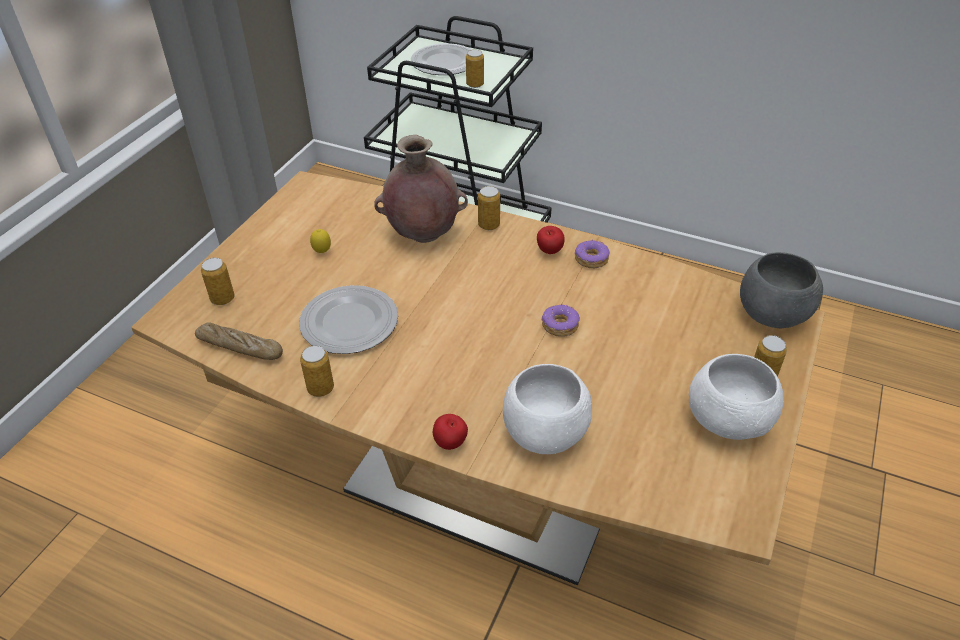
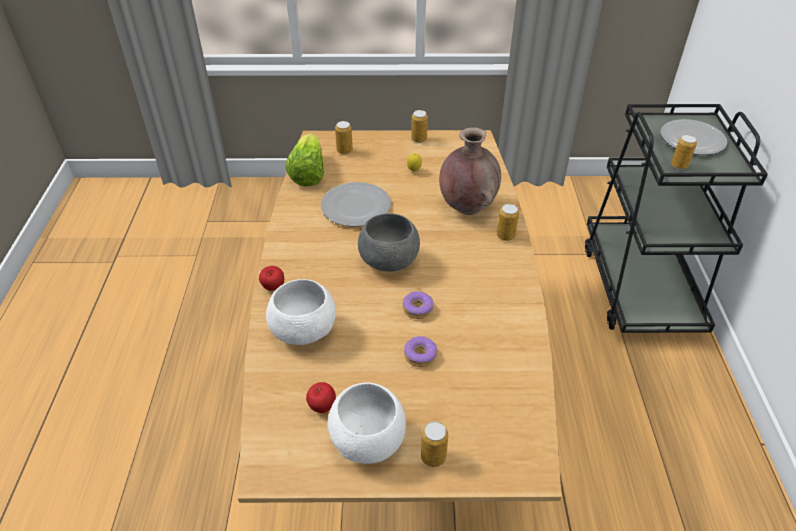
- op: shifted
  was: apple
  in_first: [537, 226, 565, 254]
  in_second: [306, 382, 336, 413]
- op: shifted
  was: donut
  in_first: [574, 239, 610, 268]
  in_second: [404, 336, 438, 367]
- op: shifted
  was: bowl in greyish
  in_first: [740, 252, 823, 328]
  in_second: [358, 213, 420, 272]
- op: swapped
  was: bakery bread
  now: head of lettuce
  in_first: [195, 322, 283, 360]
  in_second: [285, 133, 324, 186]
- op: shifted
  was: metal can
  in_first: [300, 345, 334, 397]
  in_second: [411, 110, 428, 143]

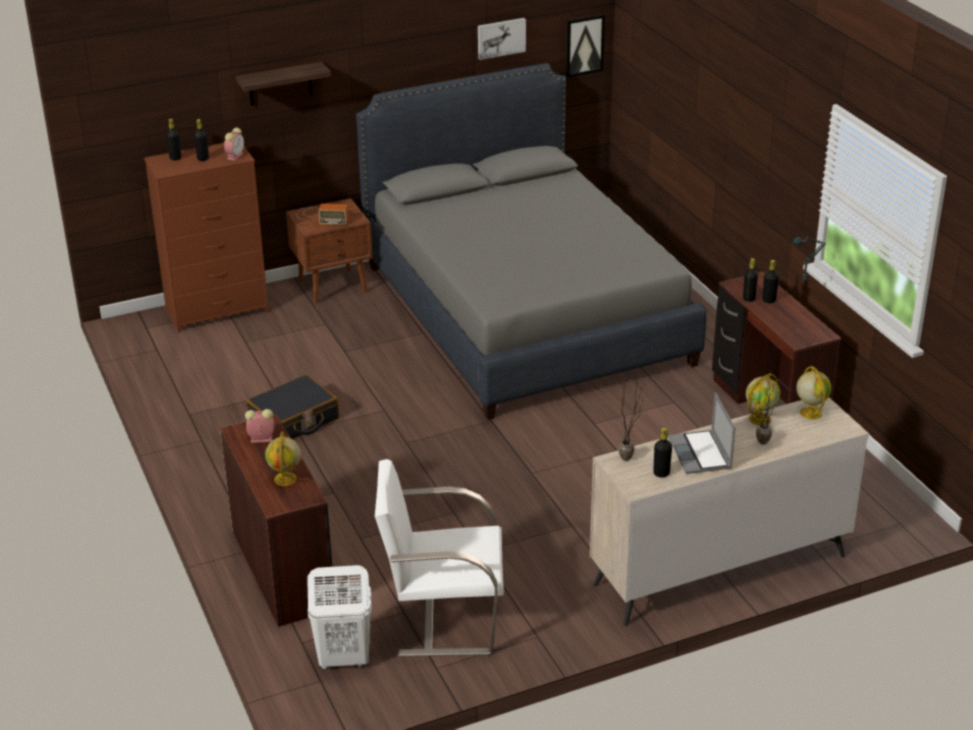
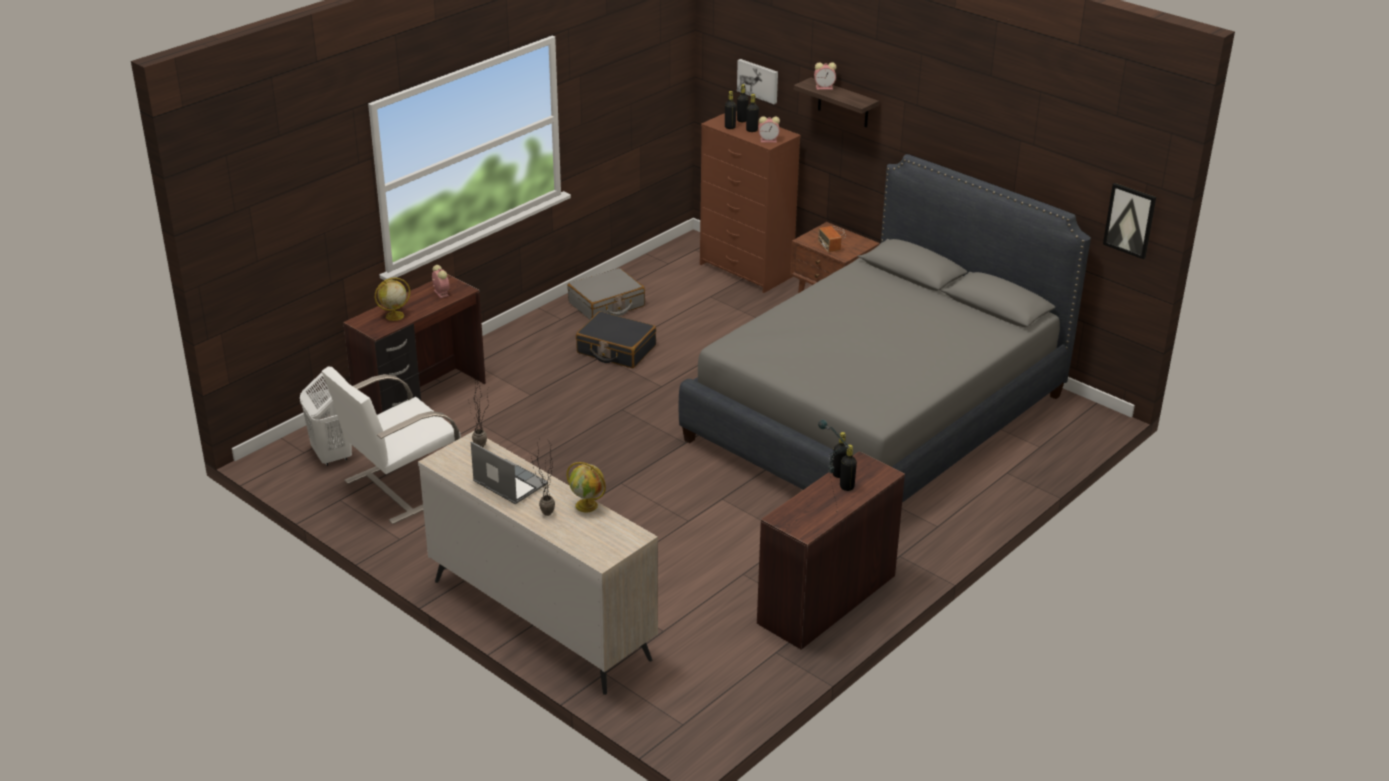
- op: shifted
  was: picture
  in_first: [478, 18, 526, 60]
  in_second: [737, 59, 778, 104]
- op: gone
  was: world globe
  in_first: [796, 366, 831, 419]
- op: rotated
  was: laptop
  in_first: [668, 392, 735, 474]
  in_second: [471, 441, 547, 504]
  clockwise: 75
- op: shifted
  was: drink bottle in black-coloured
  in_first: [653, 428, 672, 477]
  in_second: [725, 91, 737, 129]
- op: rotated
  was: easy chair in white
  in_first: [375, 459, 504, 657]
  in_second: [322, 367, 461, 524]
  clockwise: -105
- op: new
  now: table clock
  in_second: [814, 63, 836, 90]
- op: new
  now: travel case in greyish
  in_second: [567, 268, 645, 320]

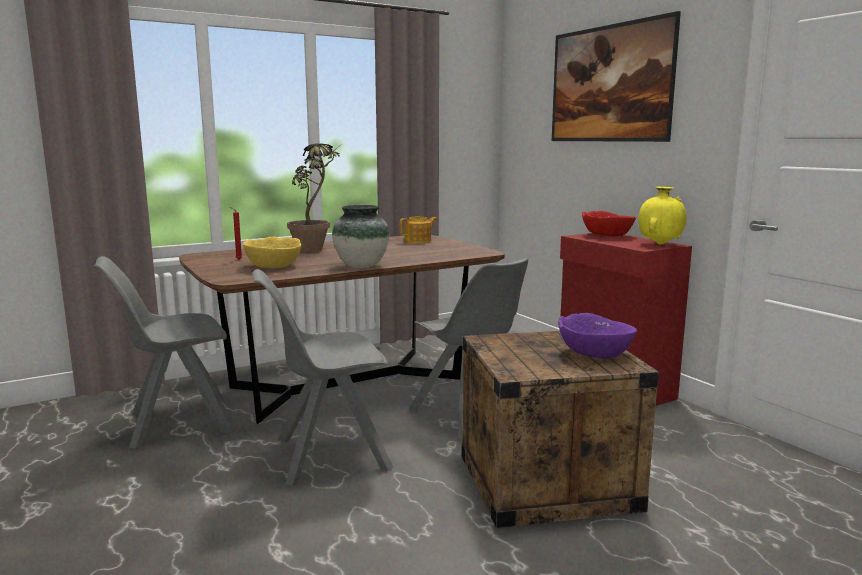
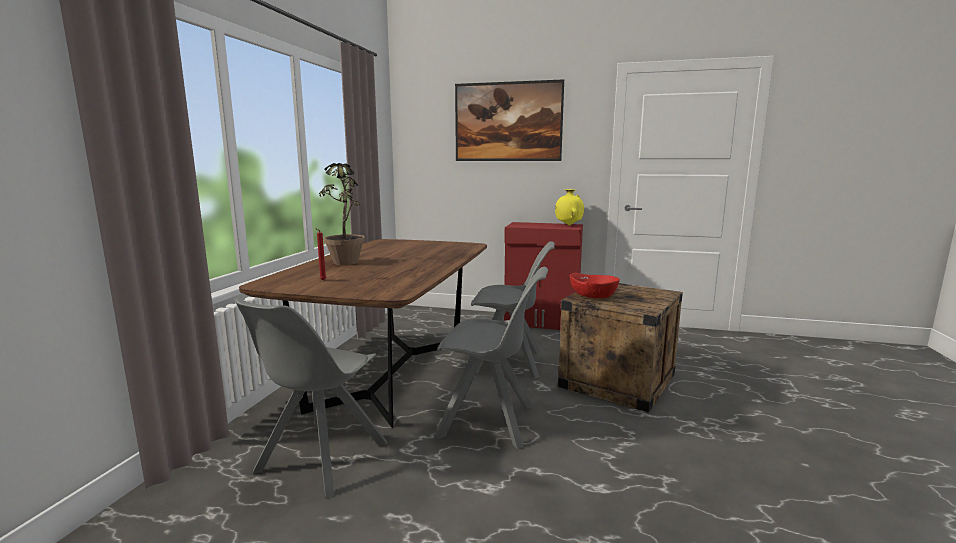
- op: gone
  was: vase
  in_first: [332, 205, 390, 268]
- op: shifted
  was: bowl in red-coloured
  in_first: [582, 211, 636, 237]
  in_second: [570, 273, 620, 298]
- op: gone
  was: tea pot
  in_first: [399, 217, 437, 243]
- op: gone
  was: bowl in yellow-coloured
  in_first: [243, 237, 301, 268]
- op: rotated
  was: plain chair in greyish
  in_first: [252, 269, 394, 486]
  in_second: [435, 267, 548, 449]
  clockwise: -105
- op: gone
  was: bowl in purple
  in_first: [558, 313, 637, 358]

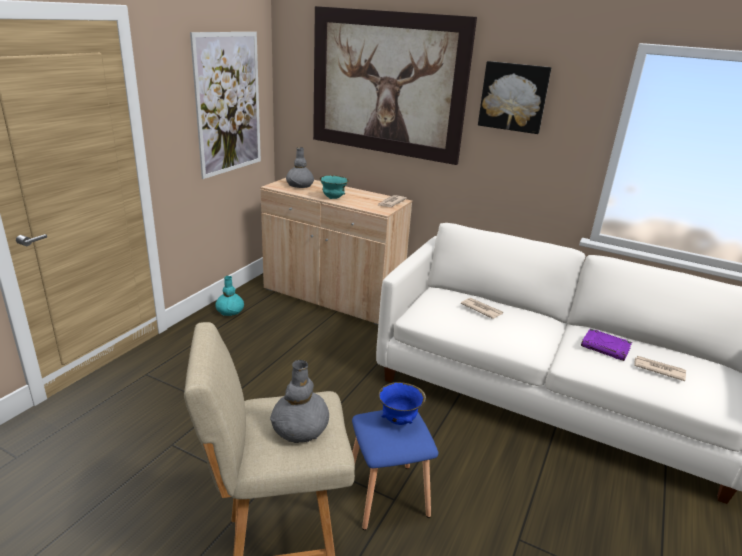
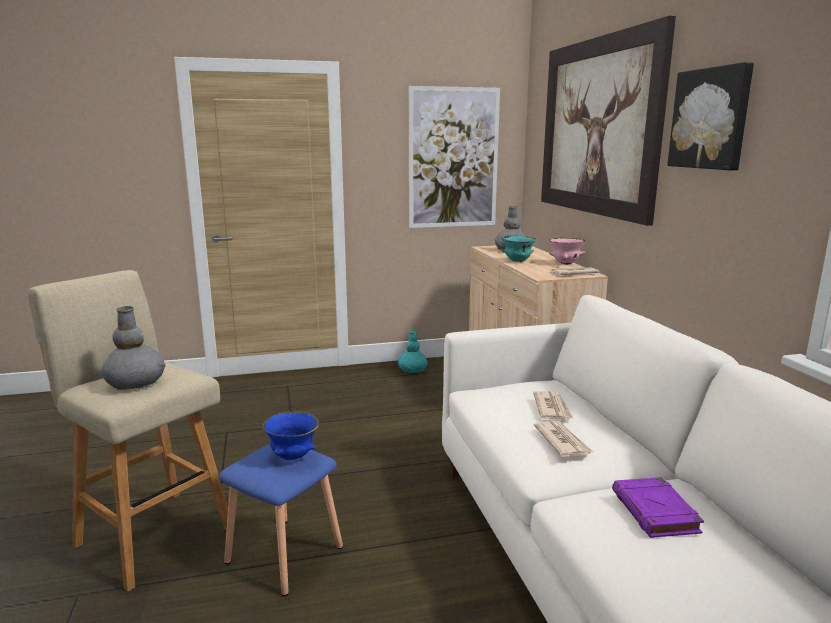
- op: shifted
  was: daily paper
  in_first: [634, 356, 686, 381]
  in_second: [534, 421, 593, 457]
- op: new
  now: bowl in pinkish
  in_second: [549, 237, 585, 264]

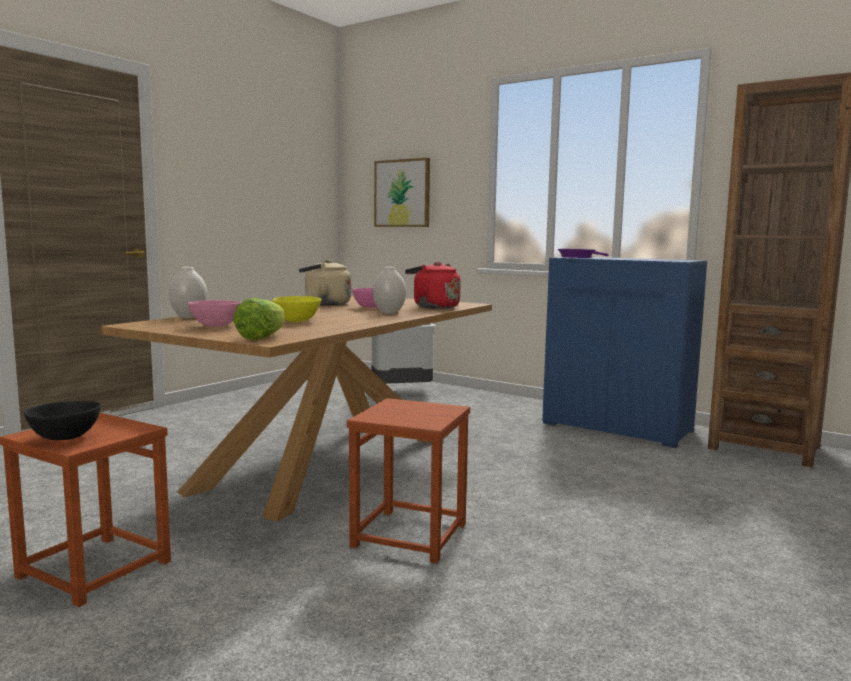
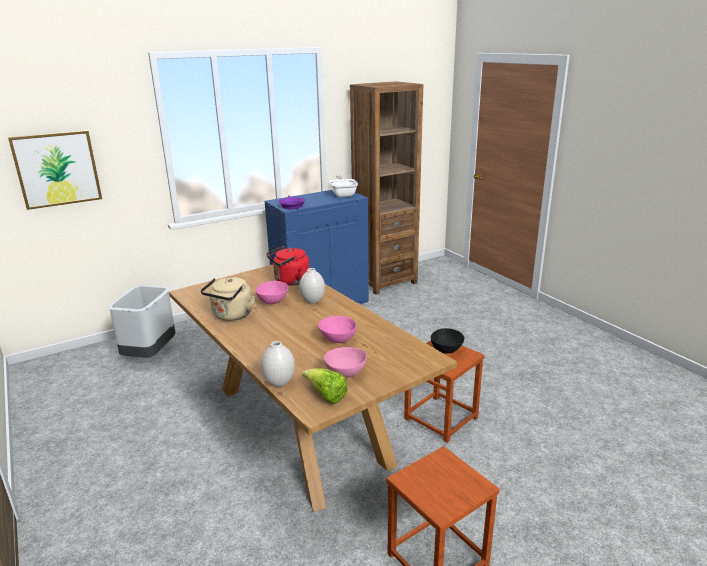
- op: repainted
  was: bowl in yellow-coloured
  now: bowl in pinkish
  in_first: [272, 296, 321, 322]
  in_second: [318, 316, 357, 343]
- op: shifted
  was: head of lettuce
  in_first: [233, 298, 284, 340]
  in_second: [302, 368, 347, 404]
- op: shifted
  was: bowl in black-coloured
  in_first: [24, 401, 101, 440]
  in_second: [431, 328, 464, 354]
- op: new
  now: skillet
  in_second: [329, 175, 358, 197]

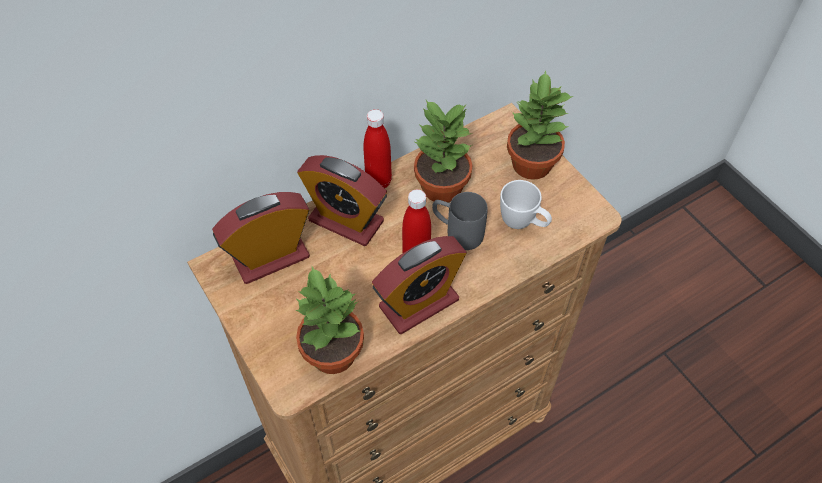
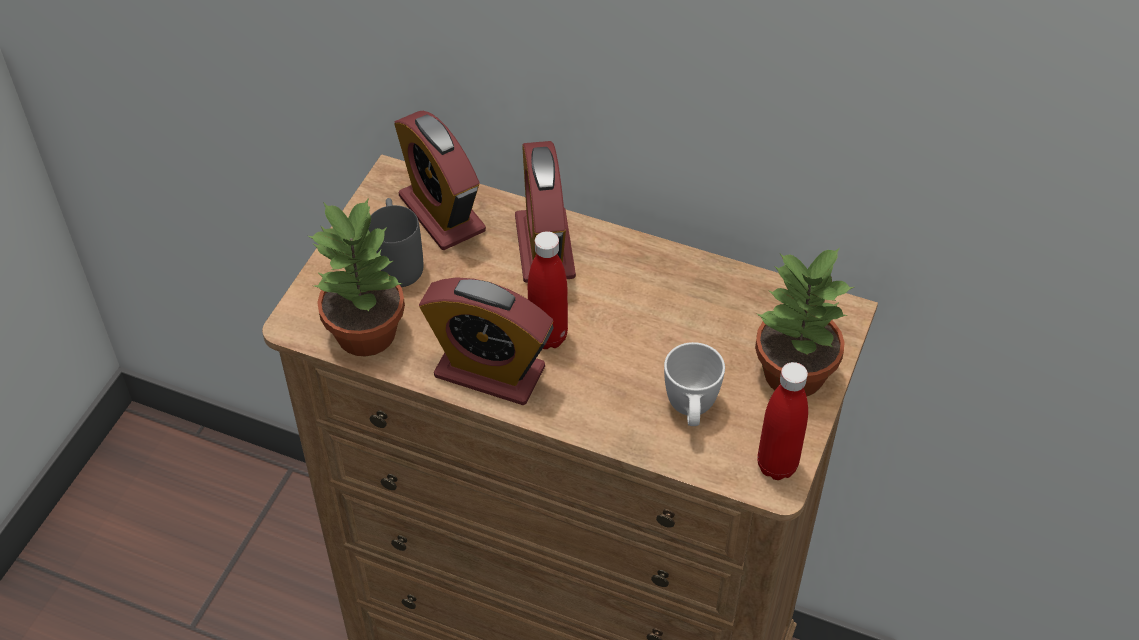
- op: gone
  was: potted plant
  in_first: [414, 100, 473, 203]
- op: shifted
  was: drink bottle in red-coloured
  in_first: [363, 109, 392, 188]
  in_second: [757, 362, 808, 480]
- op: rotated
  was: table clock
  in_first: [212, 192, 310, 284]
  in_second: [394, 111, 486, 250]
  clockwise: -150
- op: shifted
  was: mug in greyish
  in_first: [432, 192, 488, 250]
  in_second: [368, 198, 424, 287]

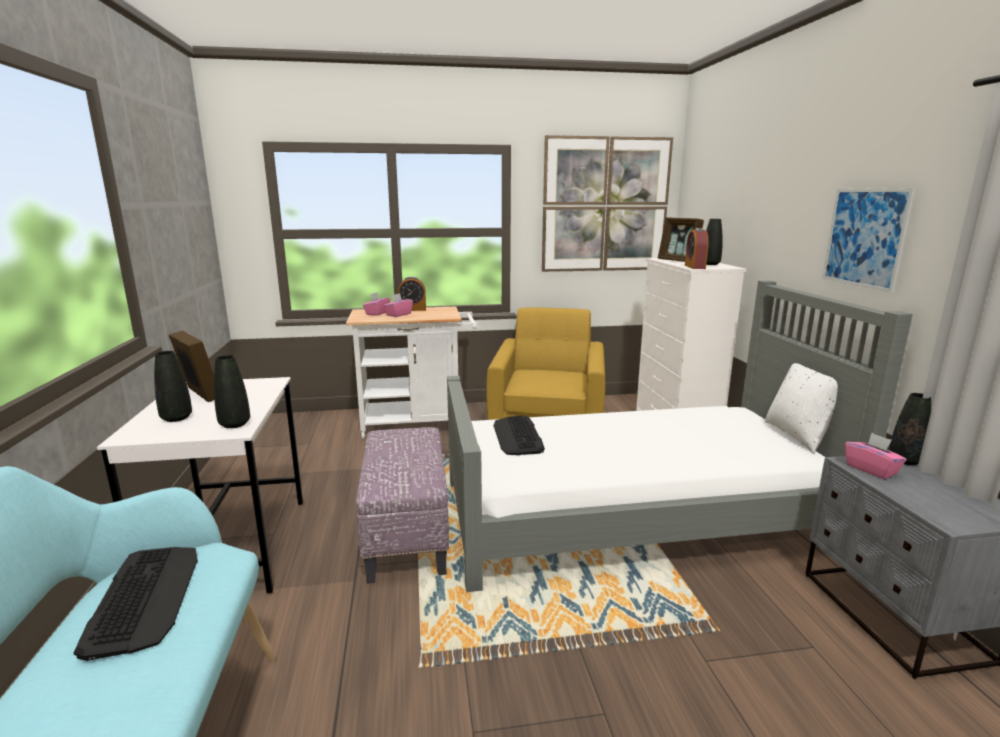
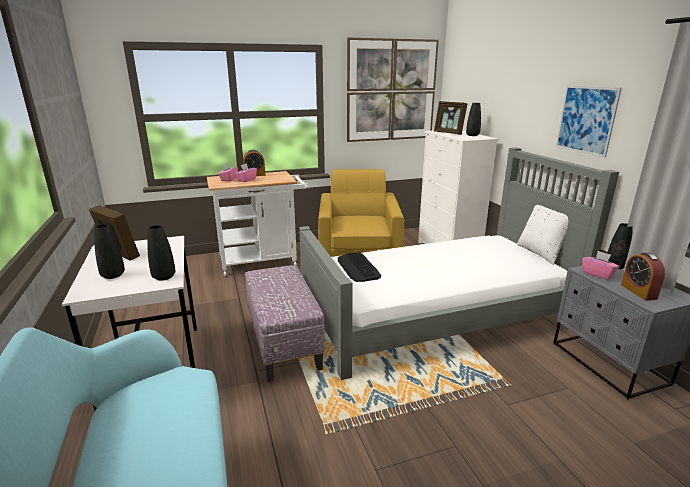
- op: shifted
  was: table clock
  in_first: [685, 228, 709, 269]
  in_second: [621, 253, 665, 300]
- op: gone
  was: PC keyboard
  in_first: [74, 547, 198, 661]

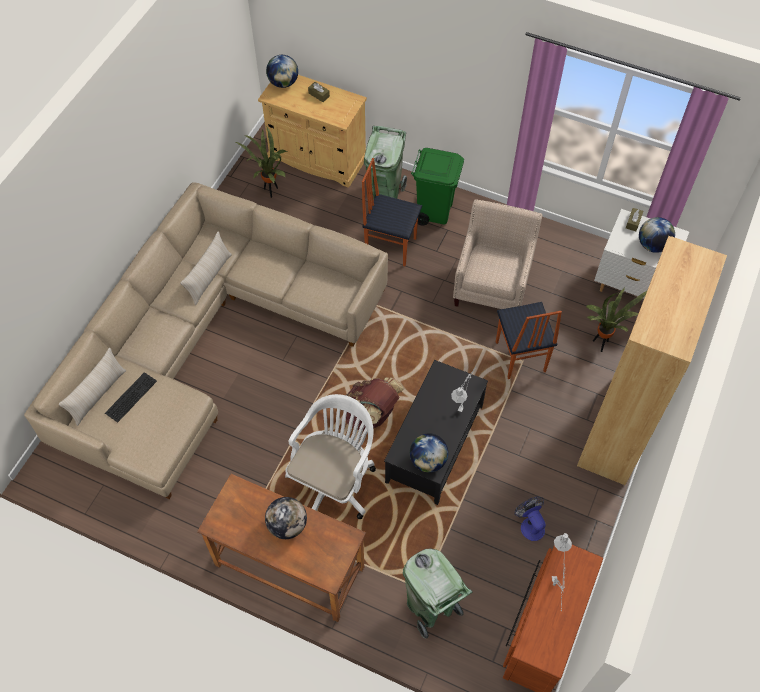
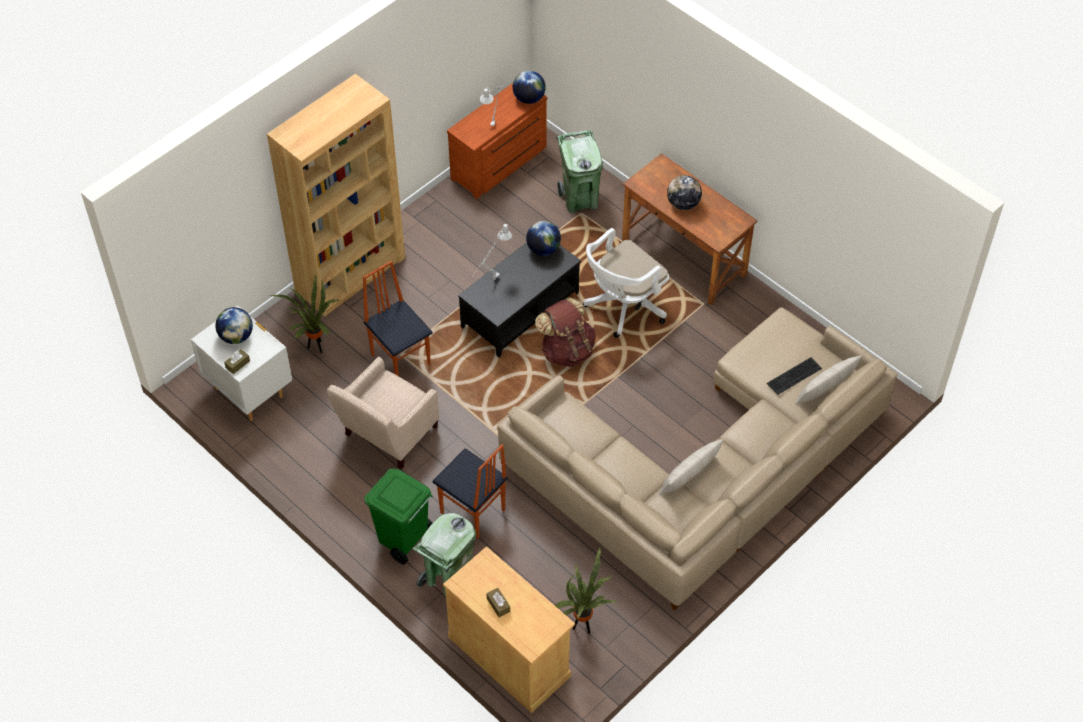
- op: shifted
  was: world globe
  in_first: [266, 55, 298, 88]
  in_second: [513, 70, 546, 104]
- op: rotated
  was: plain chair
  in_first: [496, 302, 562, 379]
  in_second: [363, 261, 433, 376]
  clockwise: -45
- op: gone
  was: cooling fan
  in_first: [514, 496, 546, 541]

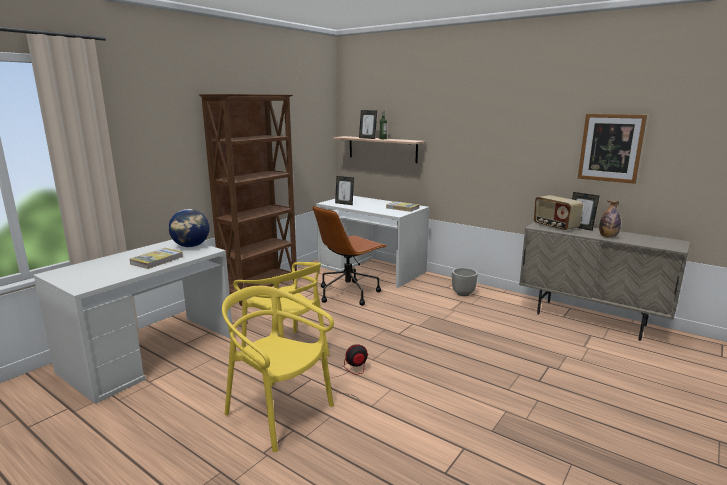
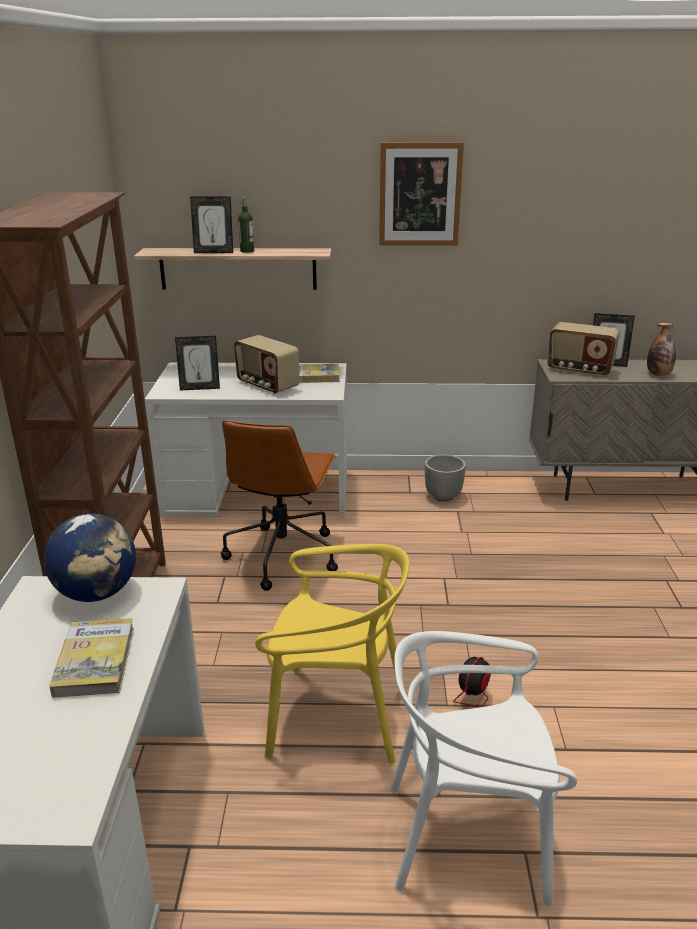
- op: shifted
  was: picture
  in_first: [578, 114, 647, 184]
  in_second: [379, 142, 464, 246]
- op: repainted
  was: plain chair in yellow-coloured
  now: plain chair in white
  in_first: [222, 286, 334, 452]
  in_second: [390, 631, 577, 906]
- op: new
  now: radio set
  in_second: [234, 335, 299, 394]

